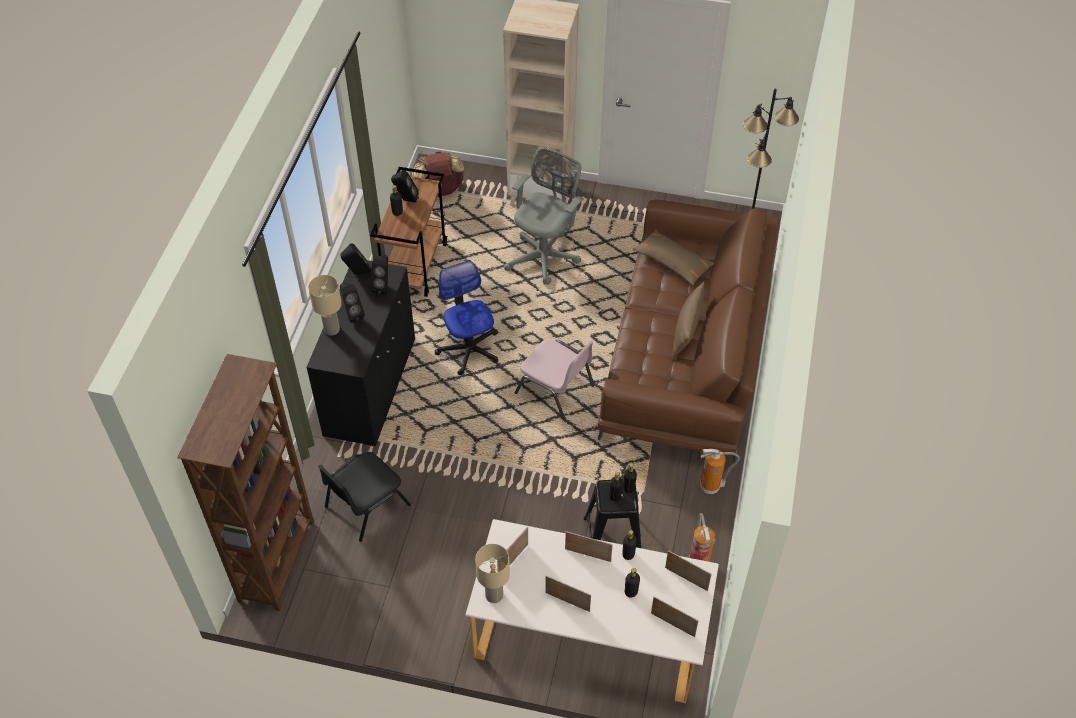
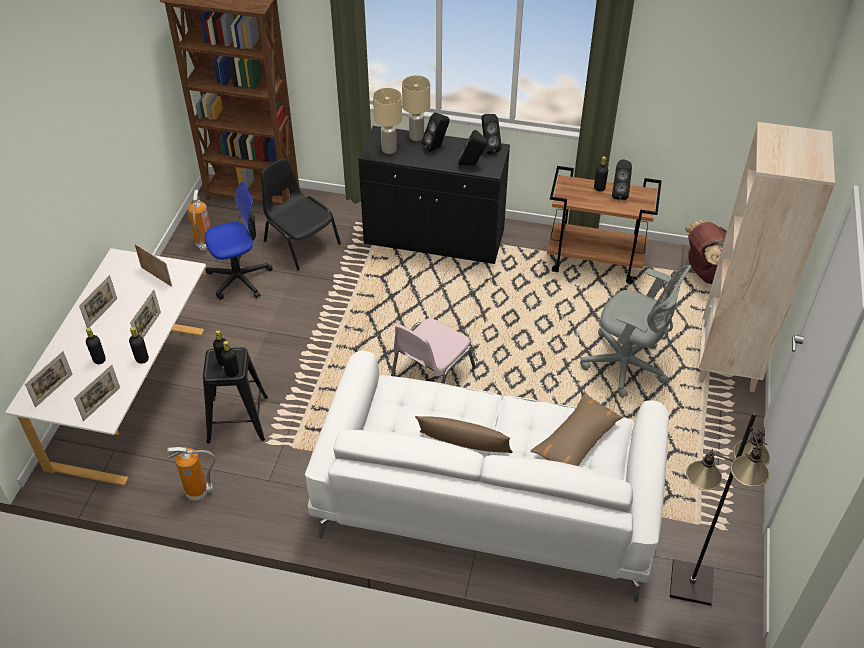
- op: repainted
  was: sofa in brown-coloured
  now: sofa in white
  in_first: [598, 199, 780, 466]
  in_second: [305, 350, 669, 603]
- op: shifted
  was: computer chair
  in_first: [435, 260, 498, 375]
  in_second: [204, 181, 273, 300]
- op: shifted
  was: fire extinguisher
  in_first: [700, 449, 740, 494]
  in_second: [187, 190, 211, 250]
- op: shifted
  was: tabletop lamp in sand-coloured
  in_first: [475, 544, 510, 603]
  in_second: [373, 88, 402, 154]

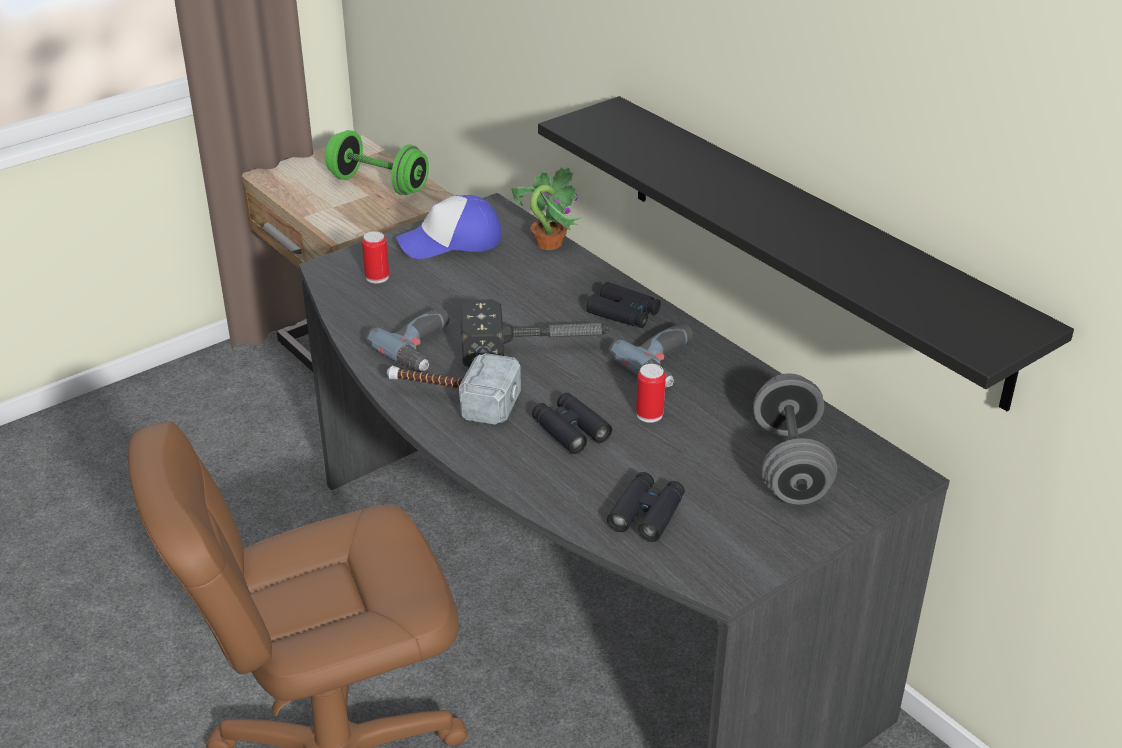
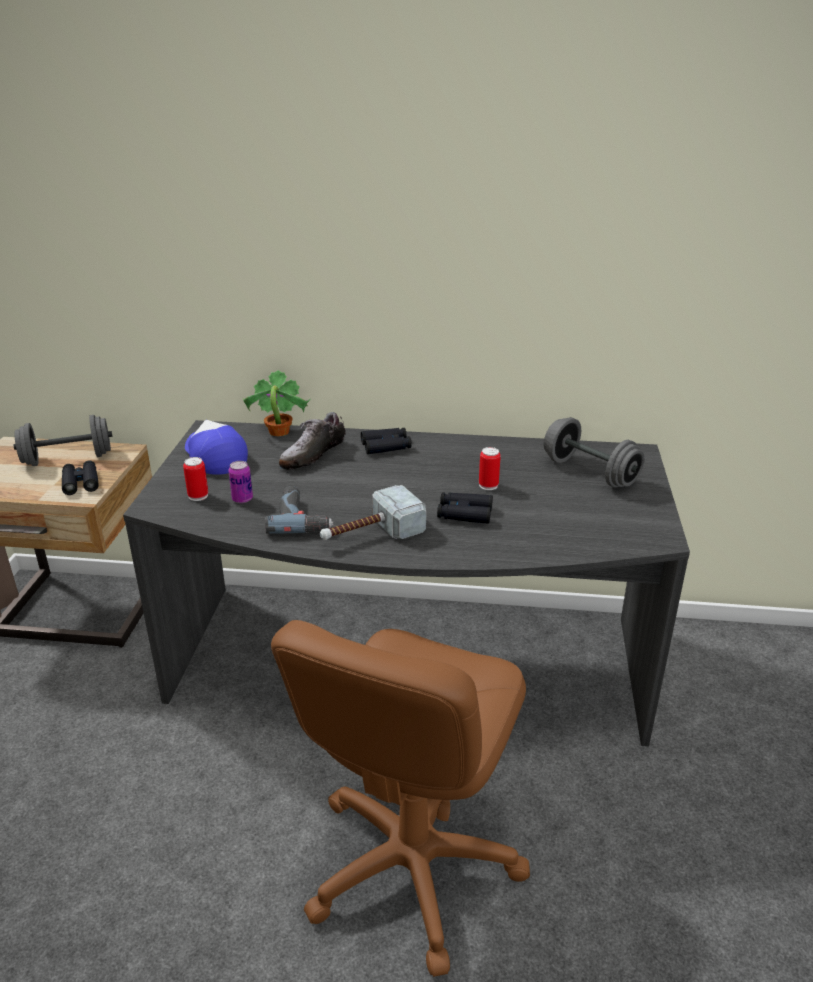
- op: gone
  was: shelf in black-coloured
  in_first: [538, 96, 1074, 411]
- op: repainted
  was: dumbbell in green
  now: dumbbell in greyish
  in_first: [325, 130, 429, 195]
  in_second: [14, 415, 112, 466]
- op: rotated
  was: peaked cap
  in_first: [396, 195, 502, 259]
  in_second: [185, 420, 248, 475]
  clockwise: 120
- op: gone
  was: hammer
  in_first: [460, 299, 615, 367]
- op: gone
  was: power drill
  in_first: [608, 323, 693, 388]
- op: shifted
  was: binoculars in black-coloured
  in_first: [607, 472, 685, 542]
  in_second: [62, 460, 99, 495]
- op: new
  now: shoe
  in_second: [279, 412, 346, 470]
- op: new
  now: metal can
  in_second: [228, 461, 253, 503]

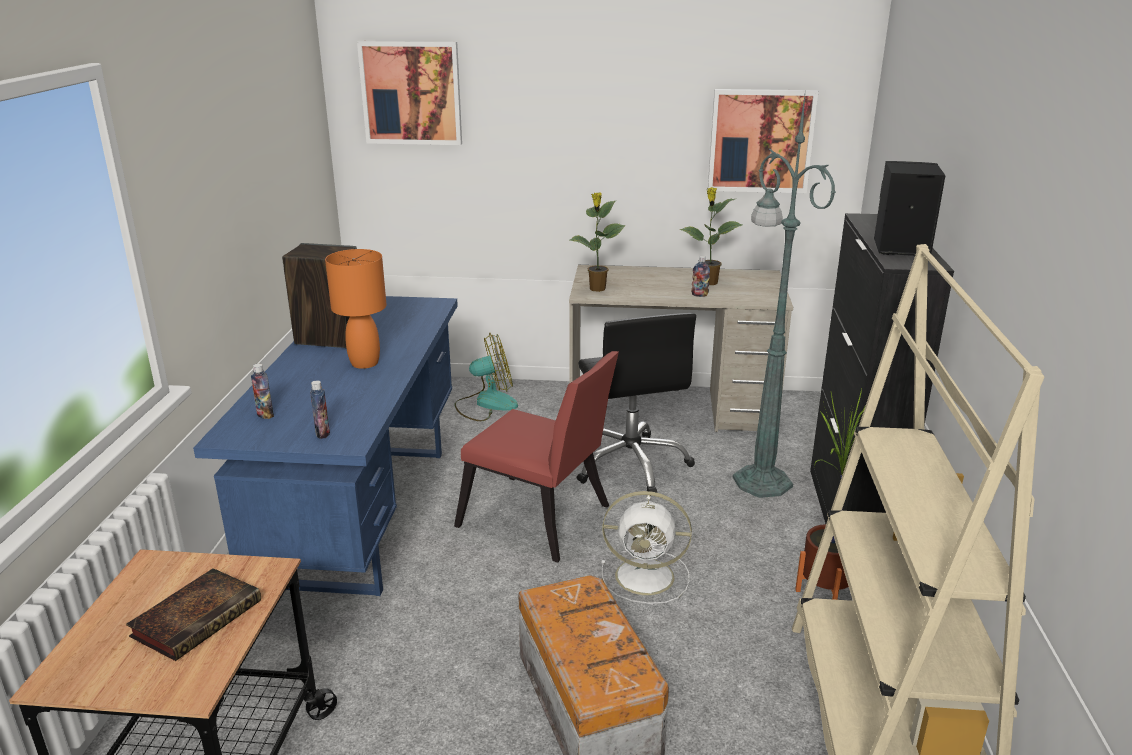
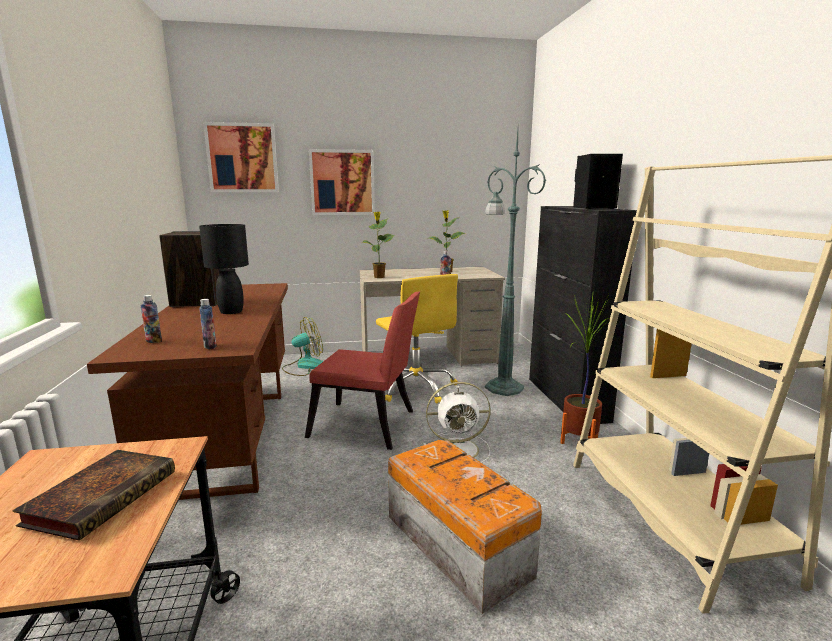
- op: shifted
  was: picture
  in_first: [708, 89, 818, 193]
  in_second: [309, 149, 375, 215]
- op: repainted
  was: tabletop lamp in orange-coloured
  now: tabletop lamp in black-coloured
  in_first: [325, 249, 387, 369]
  in_second: [199, 224, 249, 314]
- op: repainted
  was: desk unit in bluish
  now: desk unit in brown-coloured
  in_first: [193, 296, 458, 596]
  in_second: [87, 283, 288, 500]
- op: repainted
  was: computer chair in black-coloured
  now: computer chair in yellow-coloured
  in_first: [577, 313, 696, 496]
  in_second: [376, 274, 458, 404]

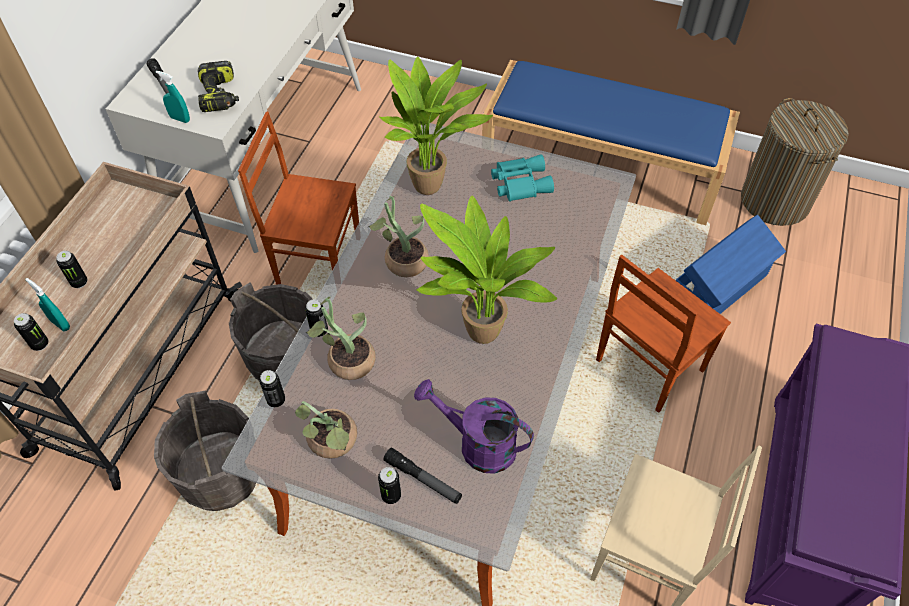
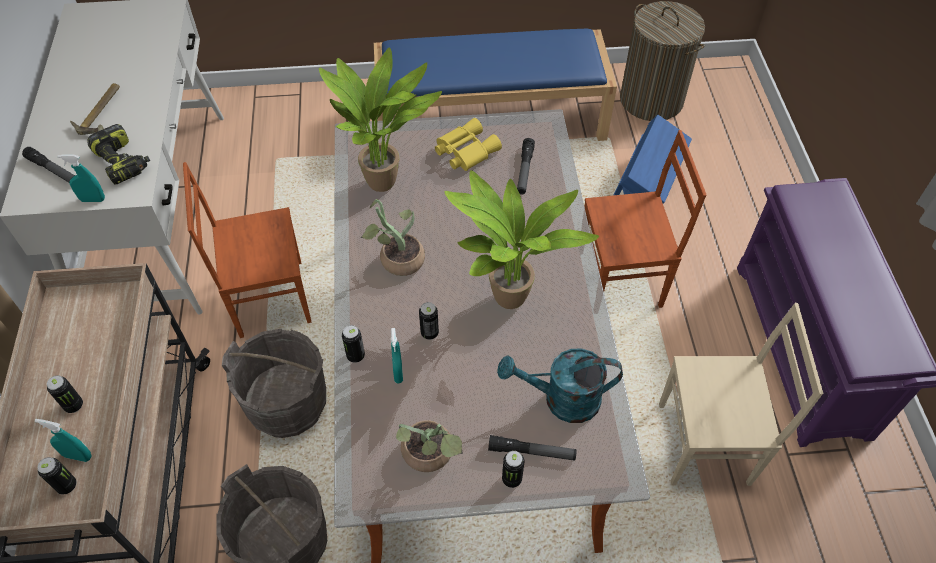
- op: repainted
  was: binoculars in turquoise-coloured
  now: binoculars in yellow-coloured
  in_first: [491, 154, 554, 202]
  in_second: [435, 118, 502, 171]
- op: rotated
  was: plain chair in brown-coloured
  in_first: [596, 255, 731, 413]
  in_second: [585, 130, 706, 308]
  clockwise: -120
- op: swapped
  was: potted plant
  now: spray bottle in turquoise-coloured
  in_first: [306, 296, 376, 380]
  in_second: [391, 328, 403, 383]
- op: shifted
  was: metal can
  in_first: [259, 370, 285, 407]
  in_second: [419, 302, 439, 340]
- op: repainted
  was: watering pot in purple
  now: watering pot in turquoise-coloured
  in_first: [414, 379, 534, 474]
  in_second: [497, 349, 623, 423]
- op: new
  now: hammer
  in_second: [70, 83, 120, 135]
- op: new
  now: flashlight
  in_second: [517, 138, 535, 195]

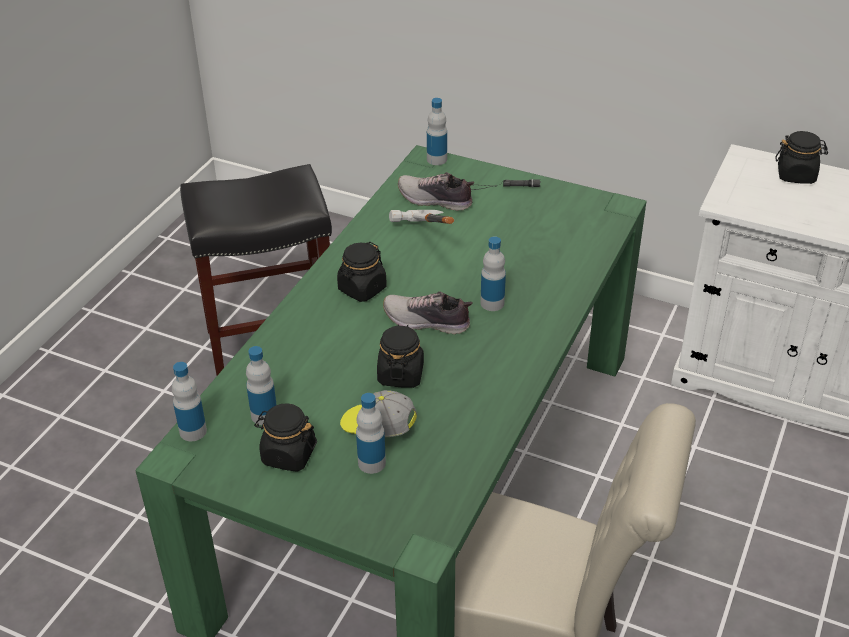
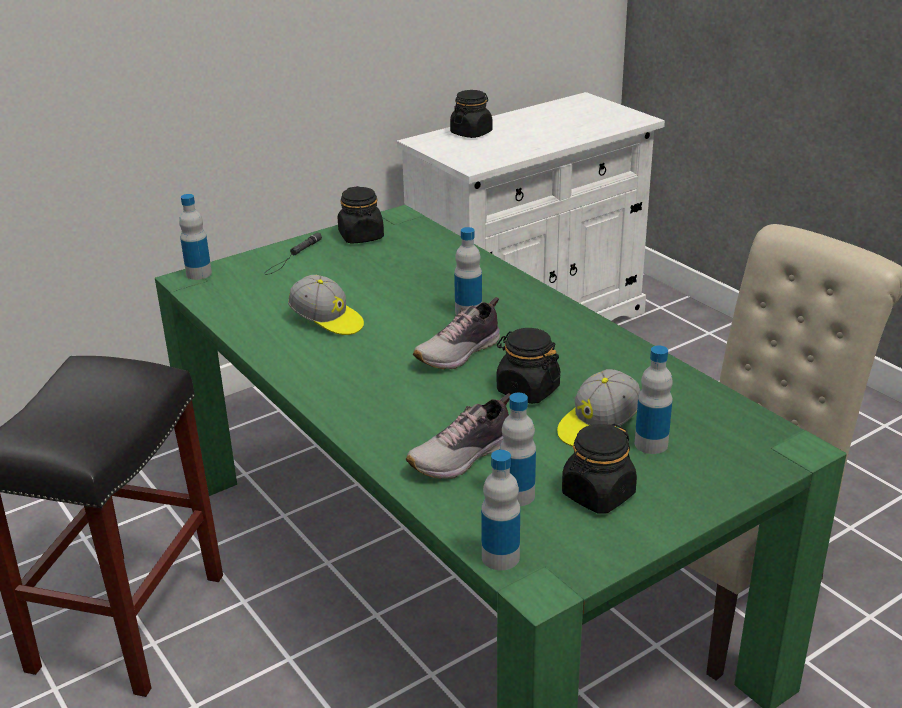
- op: shifted
  was: shoe
  in_first: [398, 172, 474, 211]
  in_second: [406, 393, 511, 479]
- op: swapped
  was: hammer
  now: peaked cap
  in_first: [389, 210, 454, 224]
  in_second: [288, 275, 364, 335]
- op: shifted
  was: preserve jar in black-coloured
  in_first: [337, 242, 387, 302]
  in_second: [338, 186, 384, 244]

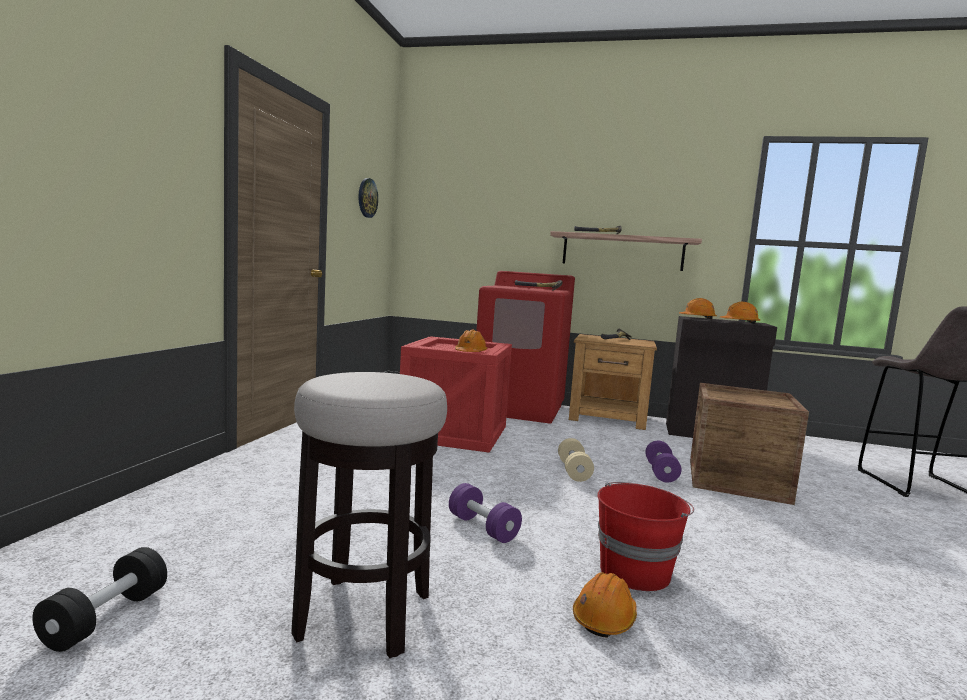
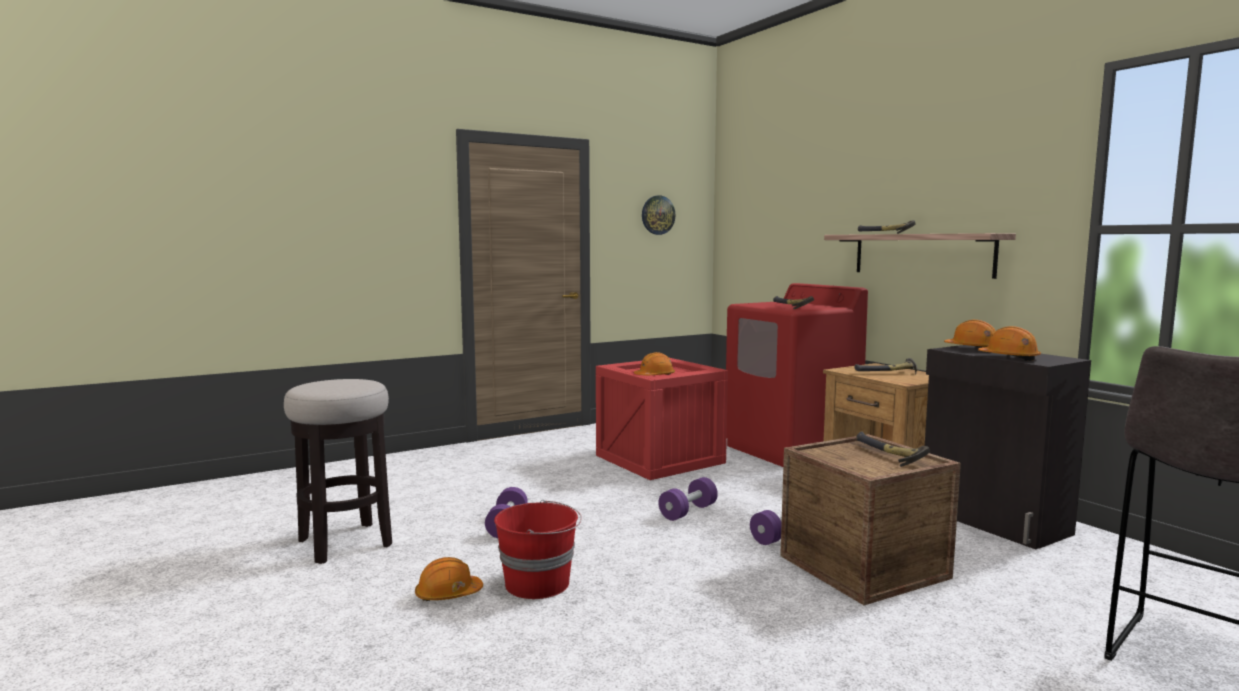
- op: repainted
  was: dumbbell in sand-coloured
  now: dumbbell in purple
  in_first: [558, 438, 594, 482]
  in_second: [658, 477, 718, 521]
- op: gone
  was: dumbbell in black-coloured
  in_first: [32, 547, 167, 652]
- op: new
  now: hammer
  in_second: [856, 431, 930, 467]

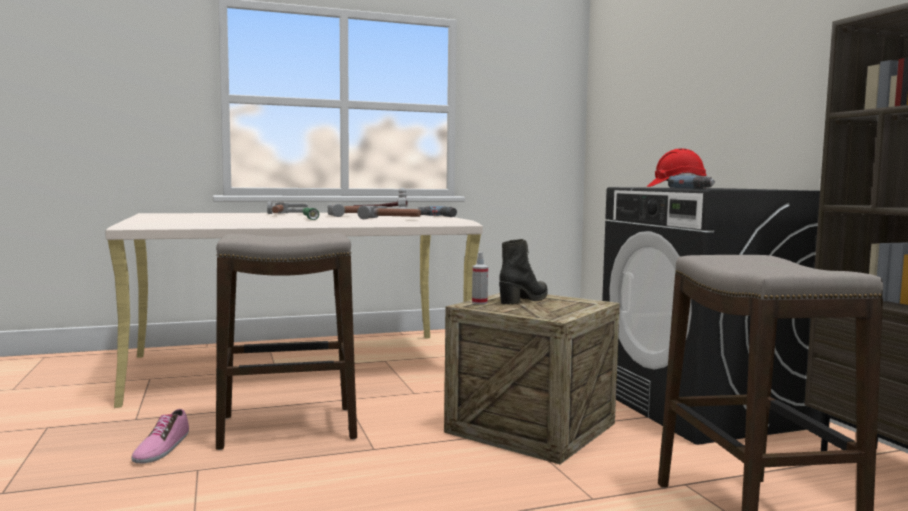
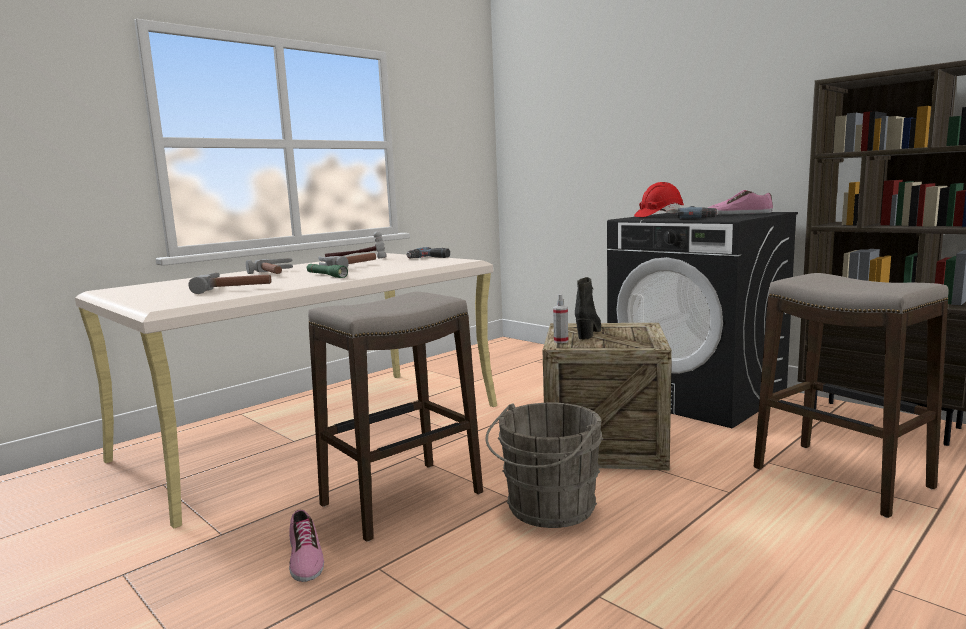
- op: shifted
  was: hammer
  in_first: [357, 205, 421, 219]
  in_second: [189, 273, 271, 294]
- op: new
  now: shoe
  in_second: [708, 190, 773, 215]
- op: new
  now: pail in greyish
  in_second: [486, 402, 603, 528]

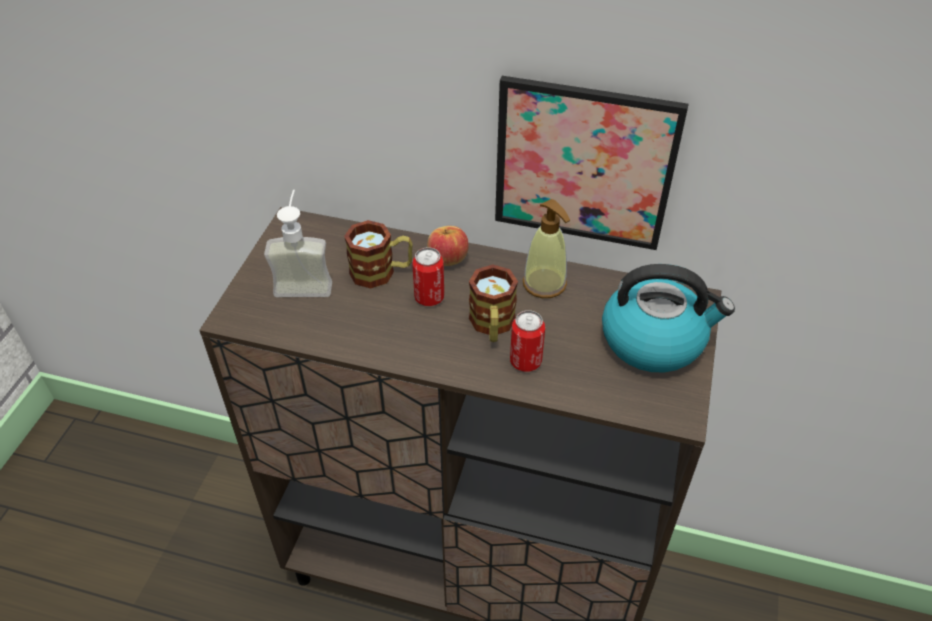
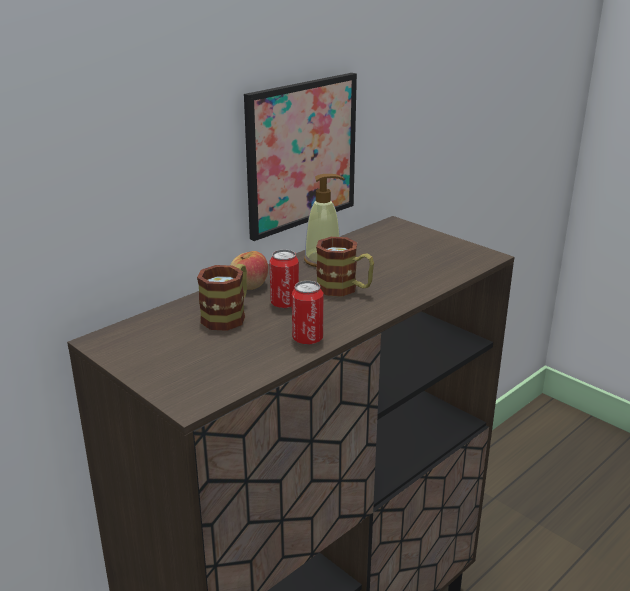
- op: gone
  was: soap dispenser
  in_first: [264, 190, 332, 297]
- op: gone
  was: tea kettle
  in_first: [602, 264, 735, 372]
- op: shifted
  was: metal can
  in_first: [510, 310, 545, 372]
  in_second: [292, 281, 323, 345]

